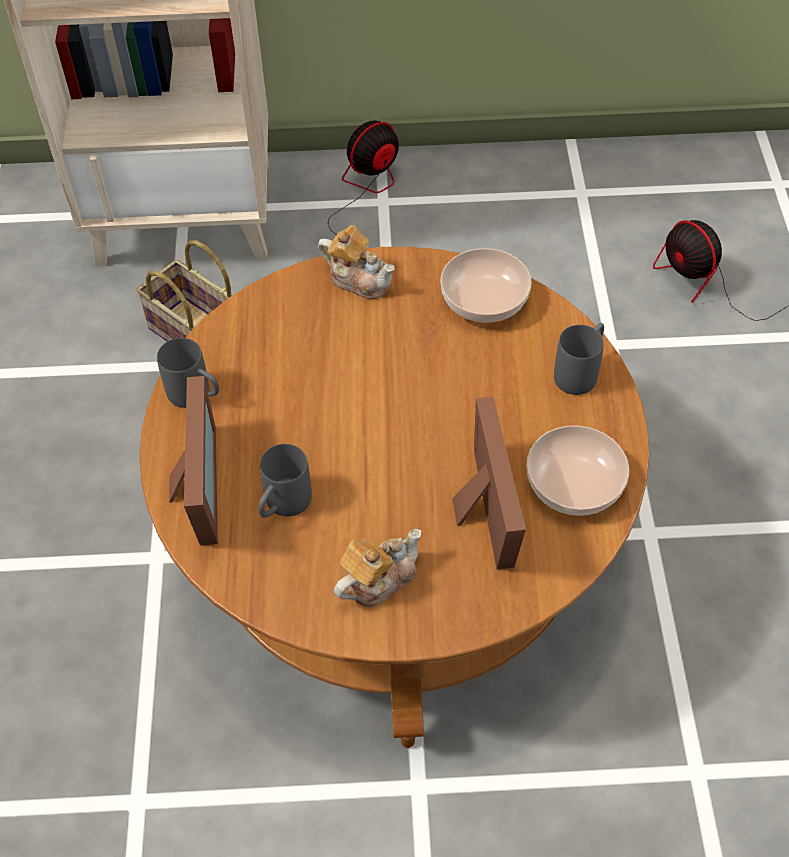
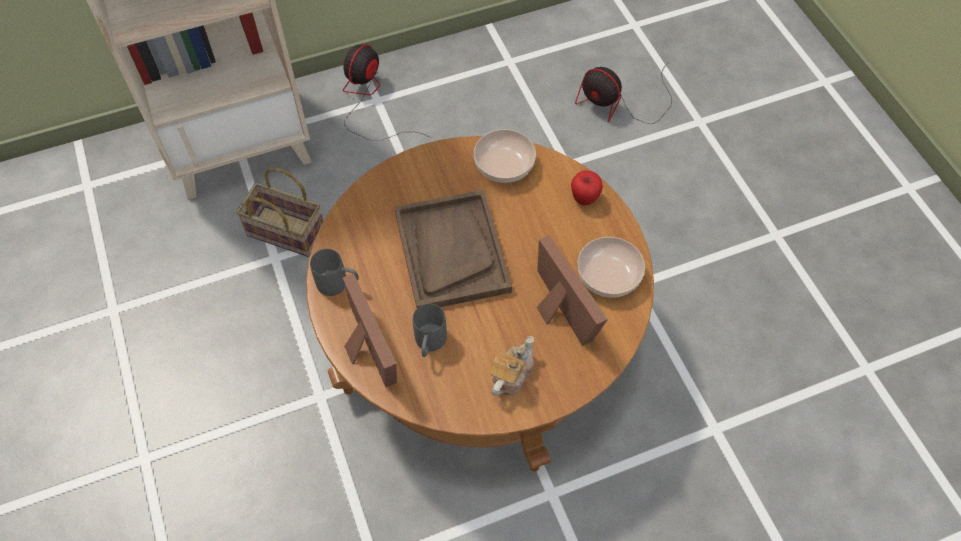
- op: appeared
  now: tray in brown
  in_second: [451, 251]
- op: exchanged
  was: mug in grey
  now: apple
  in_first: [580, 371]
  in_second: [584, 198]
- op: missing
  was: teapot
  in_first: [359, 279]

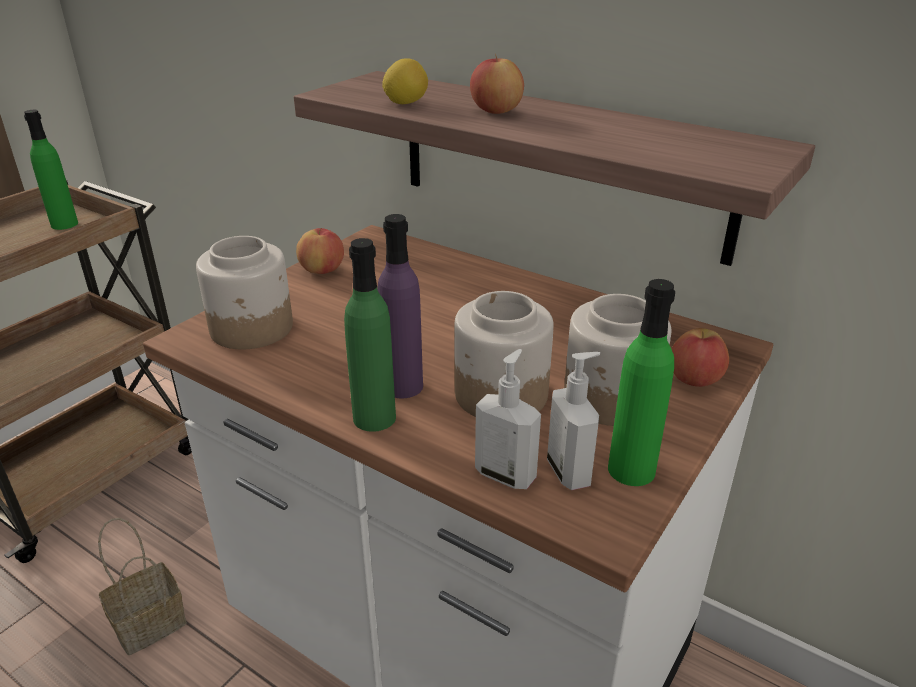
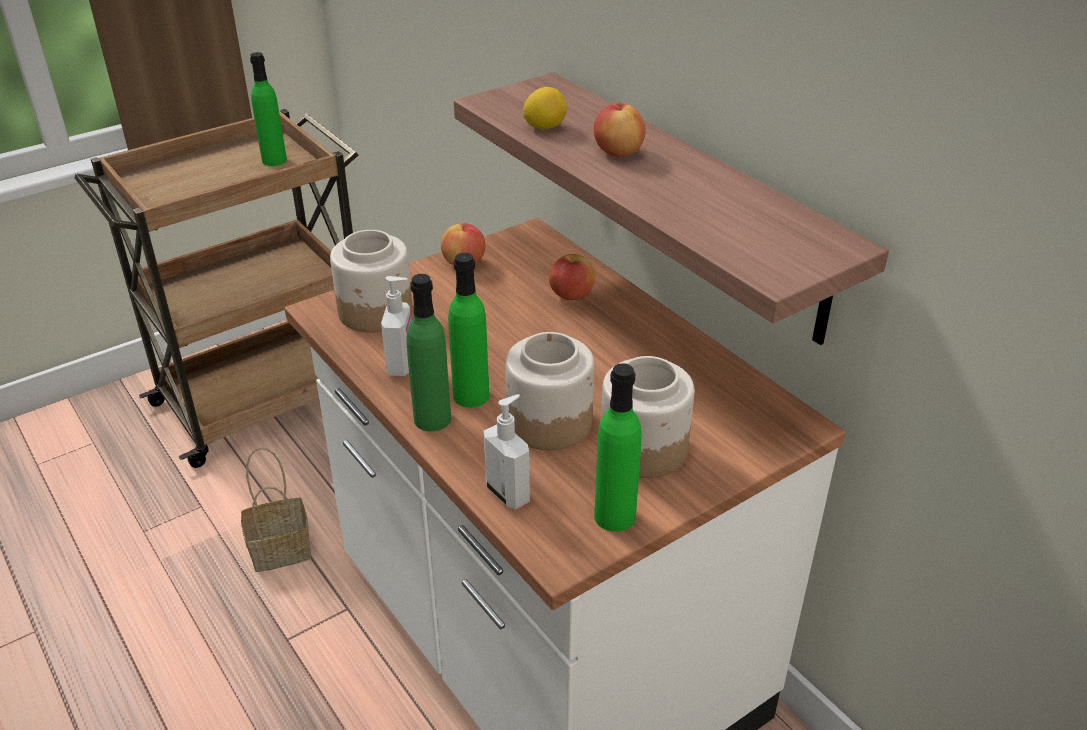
- op: relocated
  was: soap dispenser
  in_first: [570, 472]
  in_second: [402, 365]
- op: colour
  was: bottle in purple
  now: bottle in green
  in_first: [402, 386]
  in_second: [471, 396]
- op: relocated
  was: apple
  in_first: [694, 380]
  in_second: [571, 295]

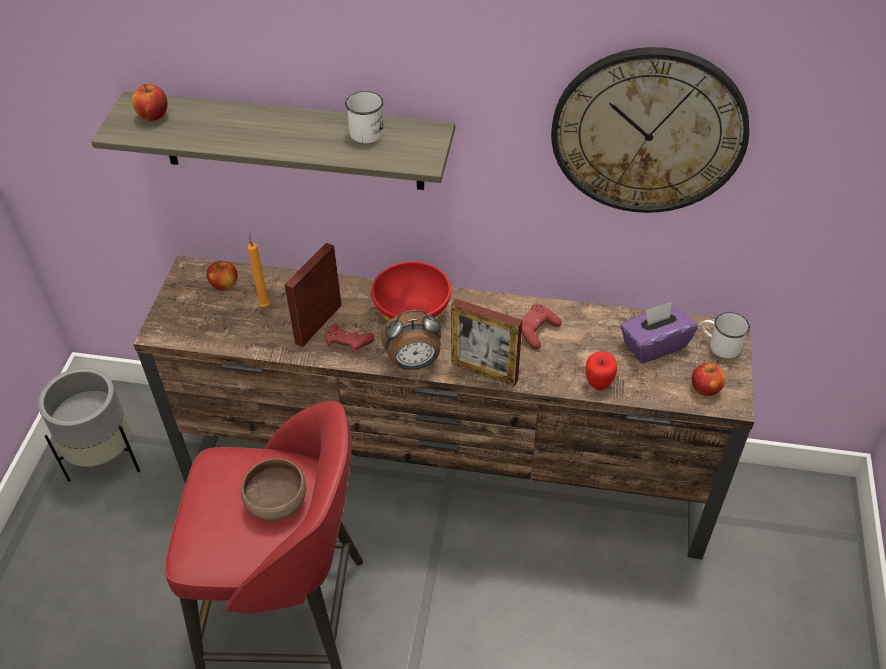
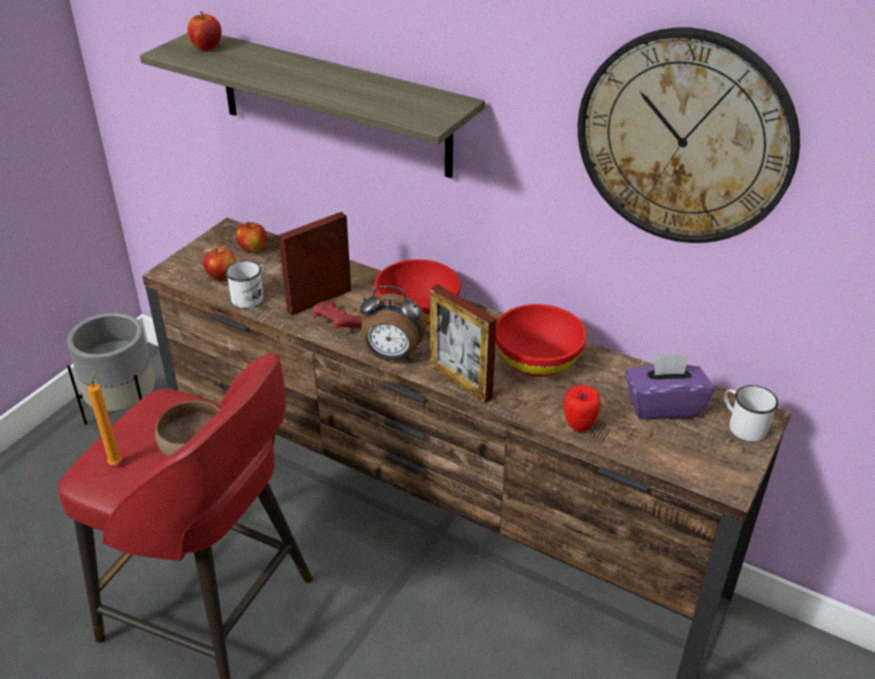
- op: relocated
  was: candle in orange
  in_first: [264, 304]
  in_second: [117, 462]
- op: relocated
  was: apple
  in_first: [705, 389]
  in_second: [222, 276]
- op: relocated
  was: mug in white
  in_first: [368, 129]
  in_second: [251, 296]
- op: exchanged
  was: game controller in red
  now: bowl in red
  in_first: [536, 331]
  in_second: [537, 360]

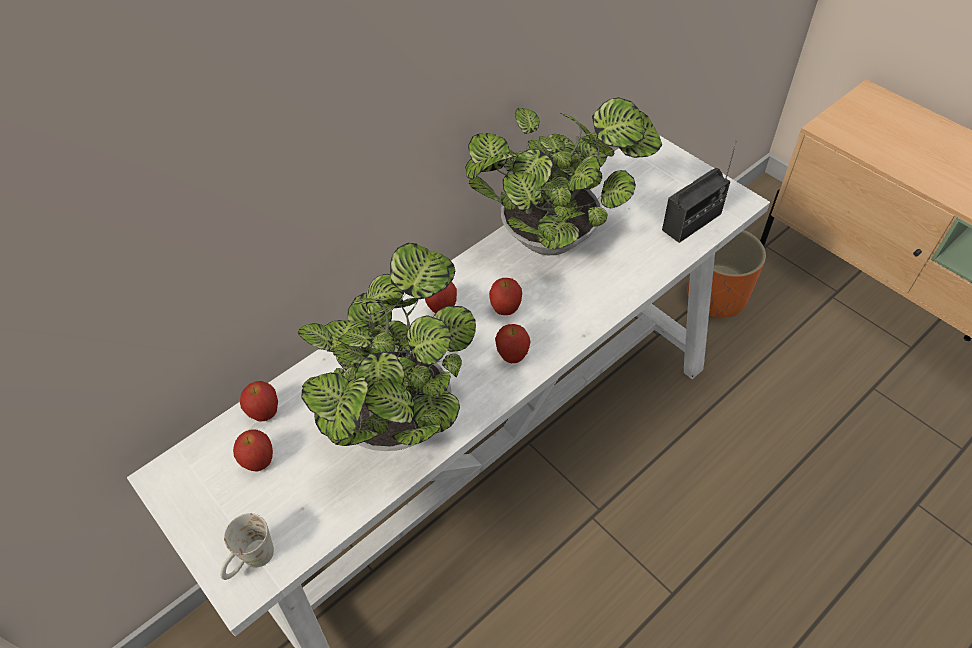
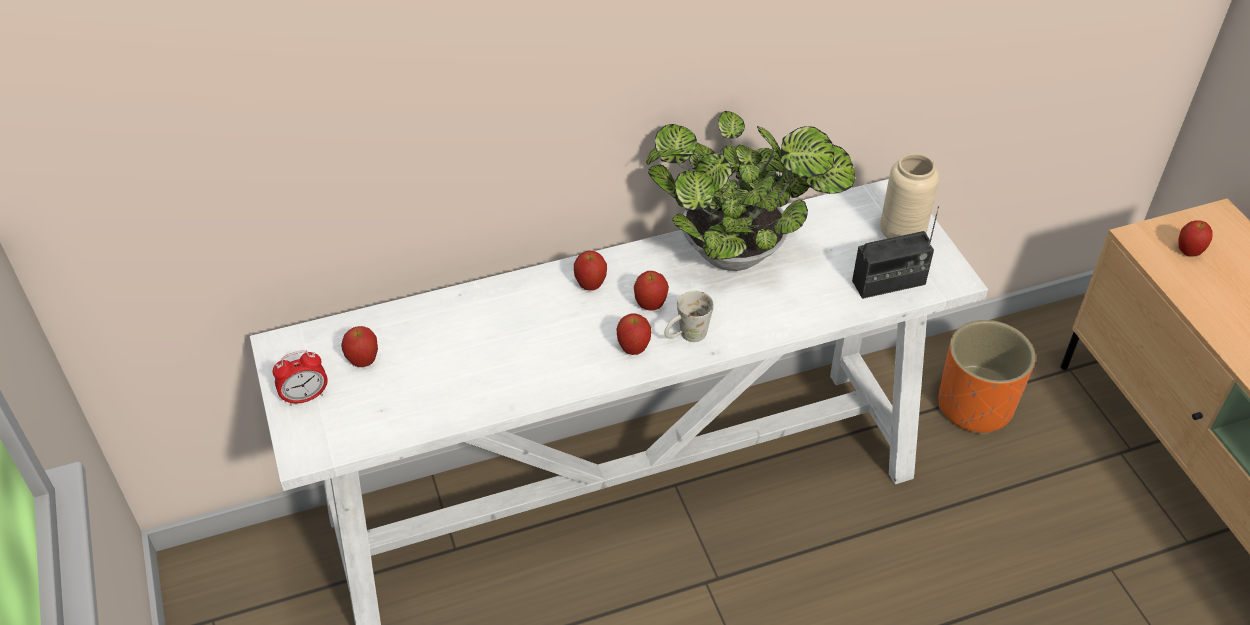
- op: appeared
  now: alarm clock
  in_second: [305, 397]
- op: relocated
  was: mug in white
  in_first: [252, 562]
  in_second: [686, 336]
- op: appeared
  now: vase in beige
  in_second: [901, 234]
- op: relocated
  was: apple
  in_first: [265, 413]
  in_second: [1188, 252]
- op: missing
  was: potted plant
  in_first: [400, 413]

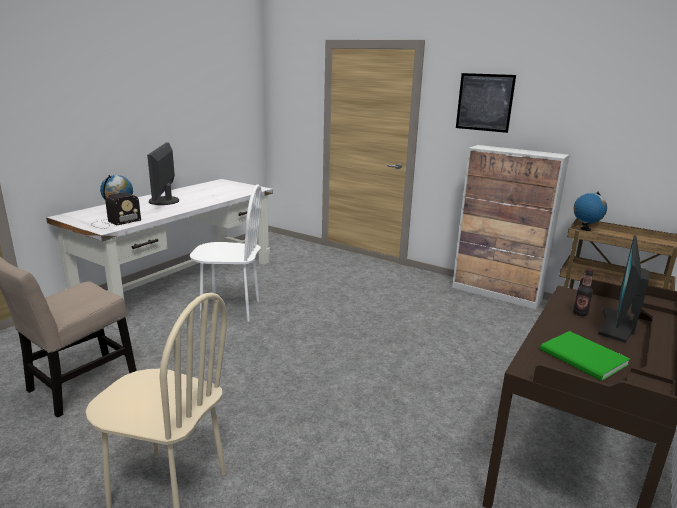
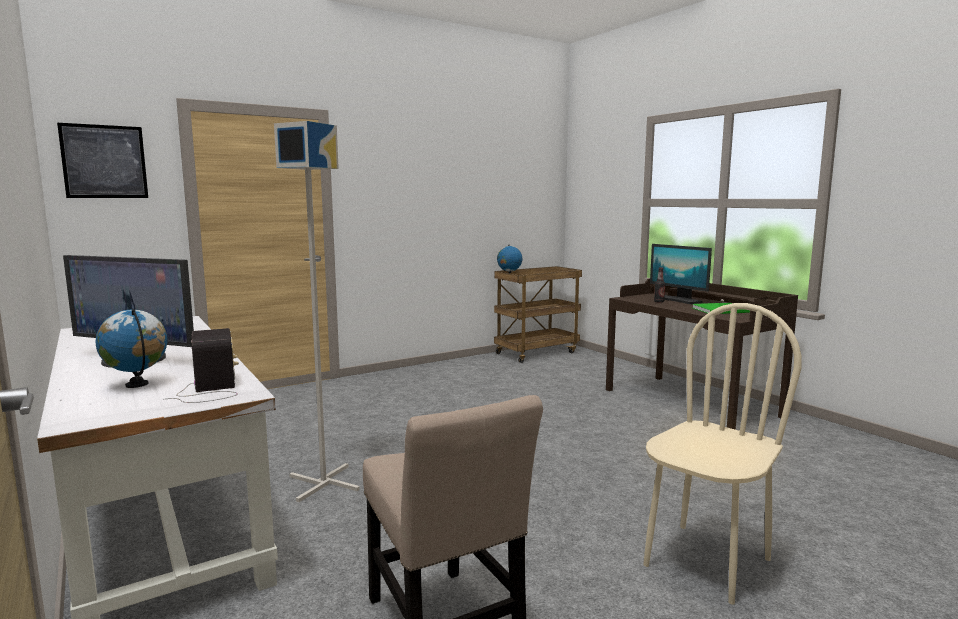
- op: relocated
  was: picture
  in_first: [484, 102]
  in_second: [104, 161]
- op: exchanged
  was: chair in white
  now: floor lamp in grey
  in_first: [230, 309]
  in_second: [324, 482]
- op: missing
  was: cabinet
  in_first: [496, 293]

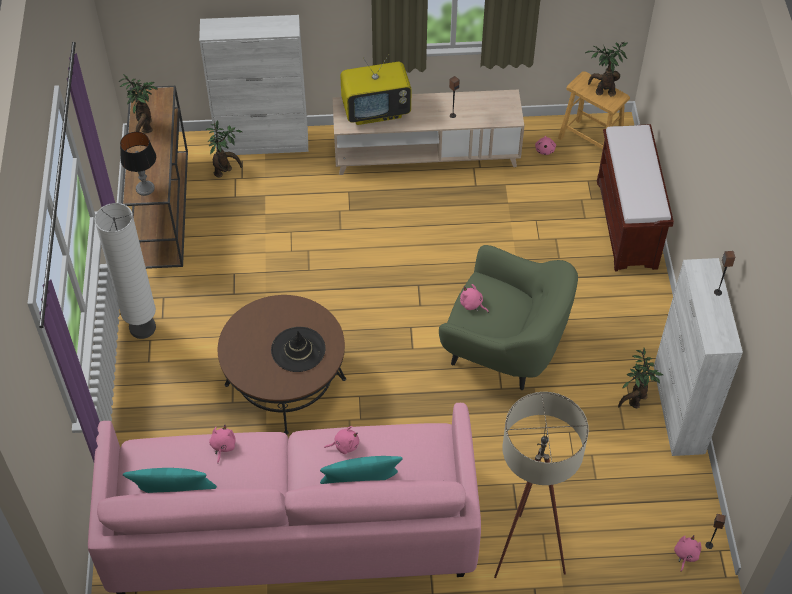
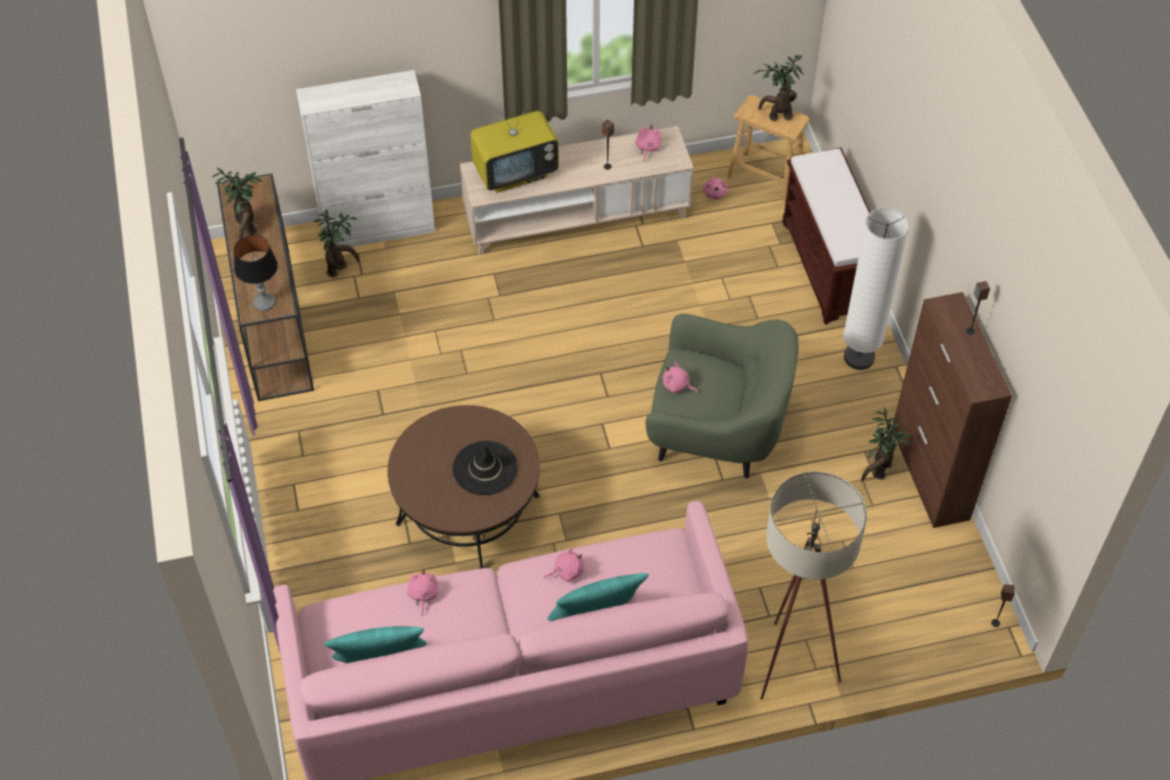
- op: relocated
  was: plush toy in pink
  in_first: [685, 555]
  in_second: [647, 148]
- op: relocated
  was: floor lamp in white
  in_first: [142, 328]
  in_second: [858, 357]
- op: colour
  was: cabinet in white
  now: cabinet in brown
  in_first: [678, 410]
  in_second: [930, 474]

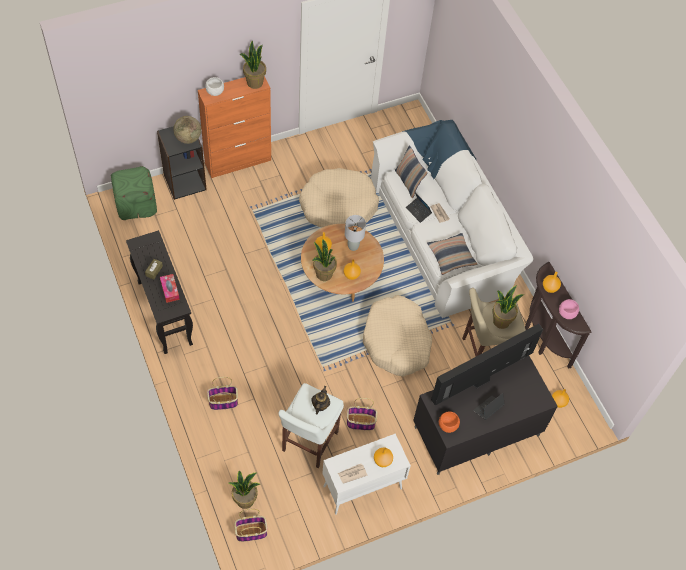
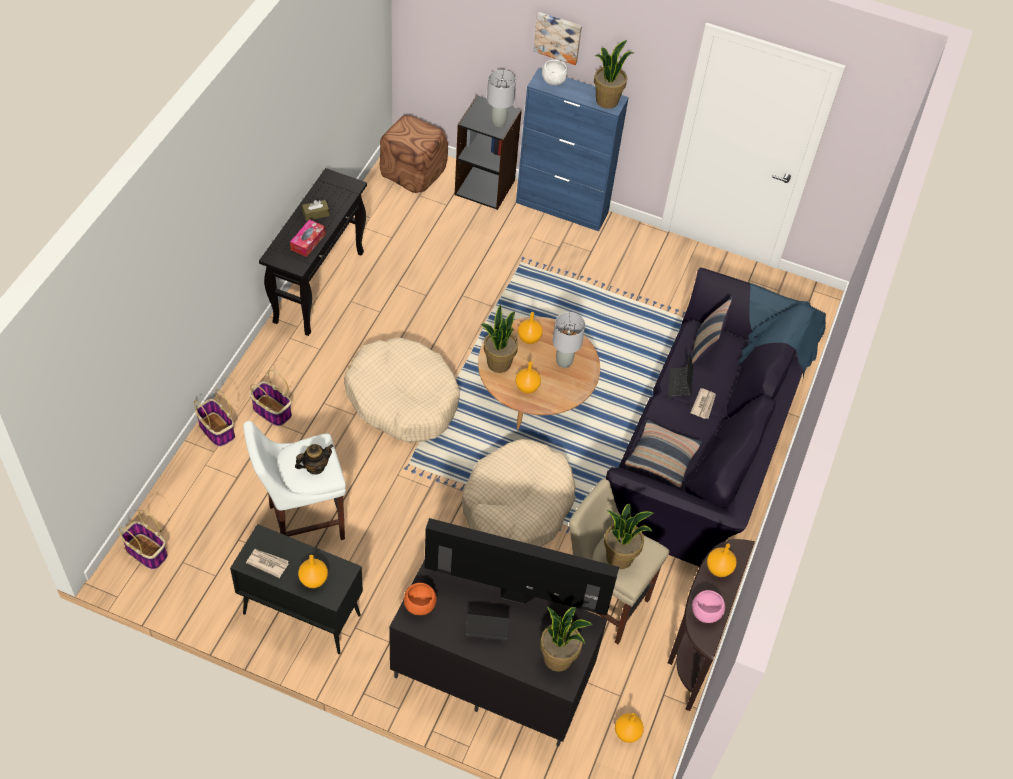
- op: relocated
  was: basket
  in_first: [360, 422]
  in_second: [216, 430]
- op: colour
  was: cabinet in white
  now: cabinet in black
  in_first: [361, 488]
  in_second: [300, 614]
- op: relocated
  was: dog bed in beige
  in_first: [338, 205]
  in_second: [403, 399]
- op: colour
  was: ottoman in green
  now: ottoman in brown
  in_first: [136, 204]
  in_second: [413, 172]
- op: exchanged
  was: globe
  now: table lamp in grey
  in_first: [188, 138]
  in_second: [499, 122]
- op: colour
  was: cabinet in orange
  now: cabinet in blue
  in_first: [238, 161]
  in_second: [562, 208]
- op: appeared
  now: picture
  in_second: [558, 37]
- op: relocated
  was: potted plant
  in_first: [245, 500]
  in_second: [558, 658]
- op: colour
  was: sofa in white
  now: sofa in black
  in_first: [443, 234]
  in_second: [705, 445]

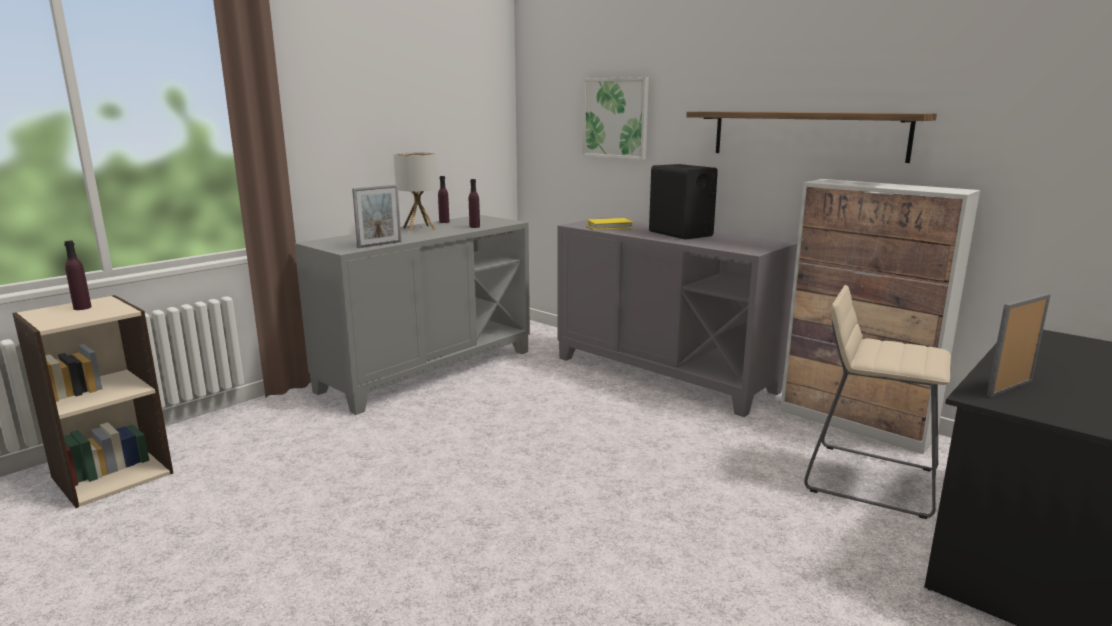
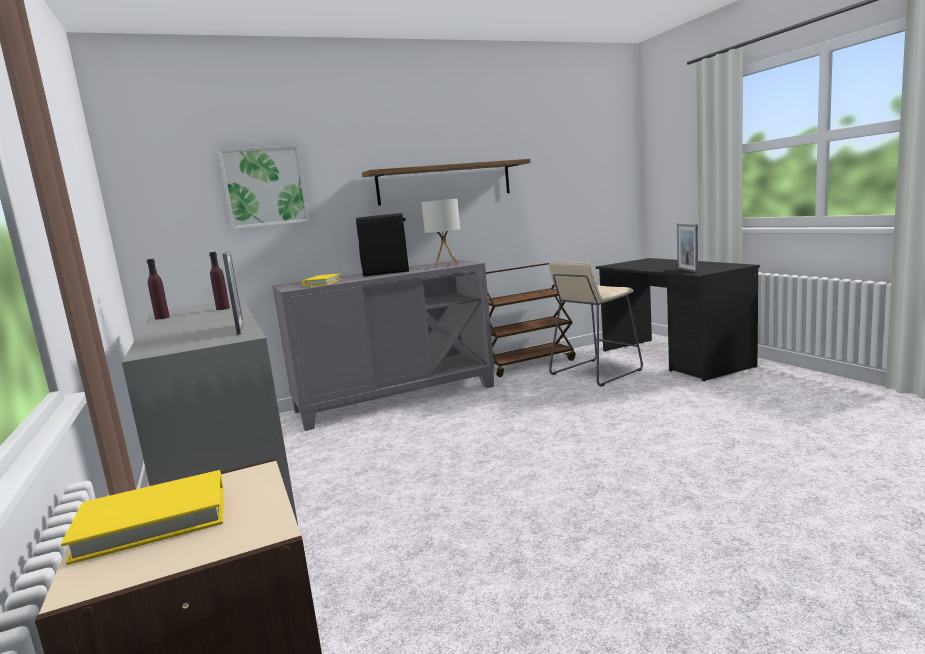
- op: exchanged
  was: bottle in purple
  now: book in yellow
  in_first: [82, 308]
  in_second: [153, 521]
- op: relocated
  was: table lamp
  in_first: [419, 228]
  in_second: [446, 265]
- op: exchanged
  was: cabinet
  now: cart in brown
  in_first: [856, 424]
  in_second: [529, 364]

